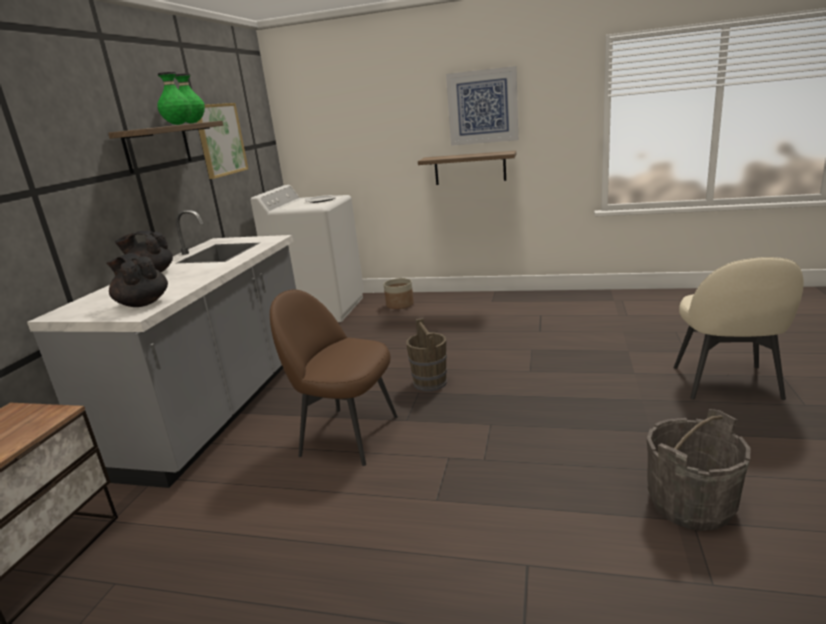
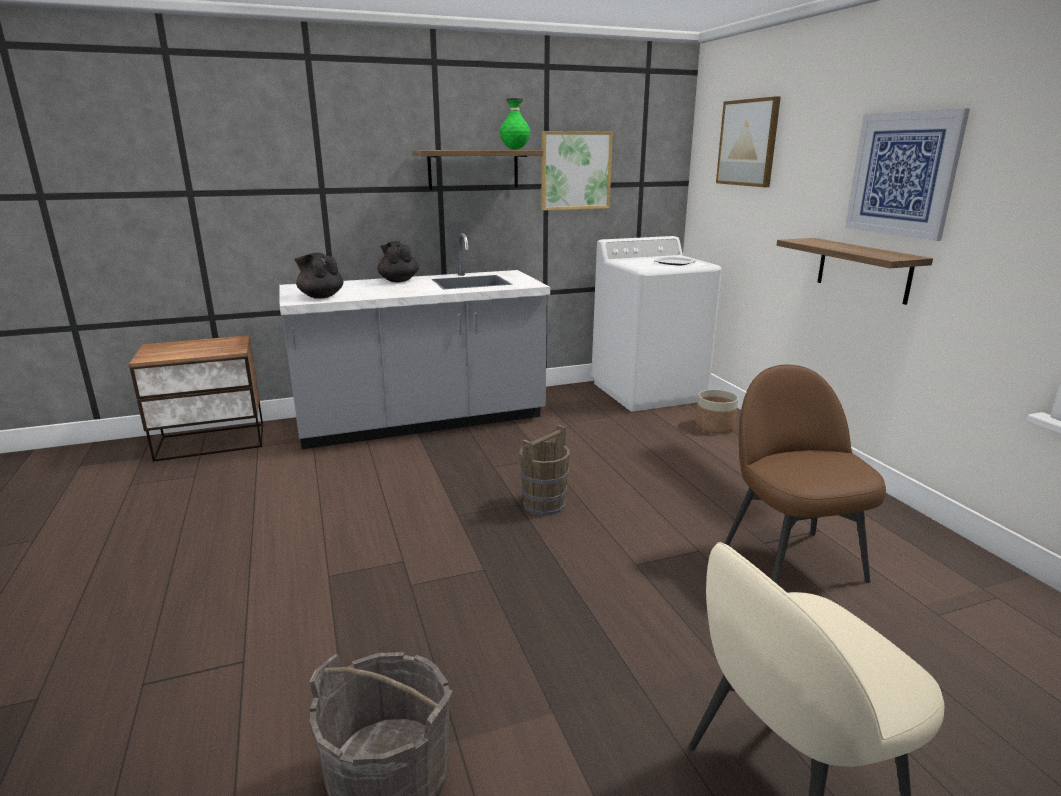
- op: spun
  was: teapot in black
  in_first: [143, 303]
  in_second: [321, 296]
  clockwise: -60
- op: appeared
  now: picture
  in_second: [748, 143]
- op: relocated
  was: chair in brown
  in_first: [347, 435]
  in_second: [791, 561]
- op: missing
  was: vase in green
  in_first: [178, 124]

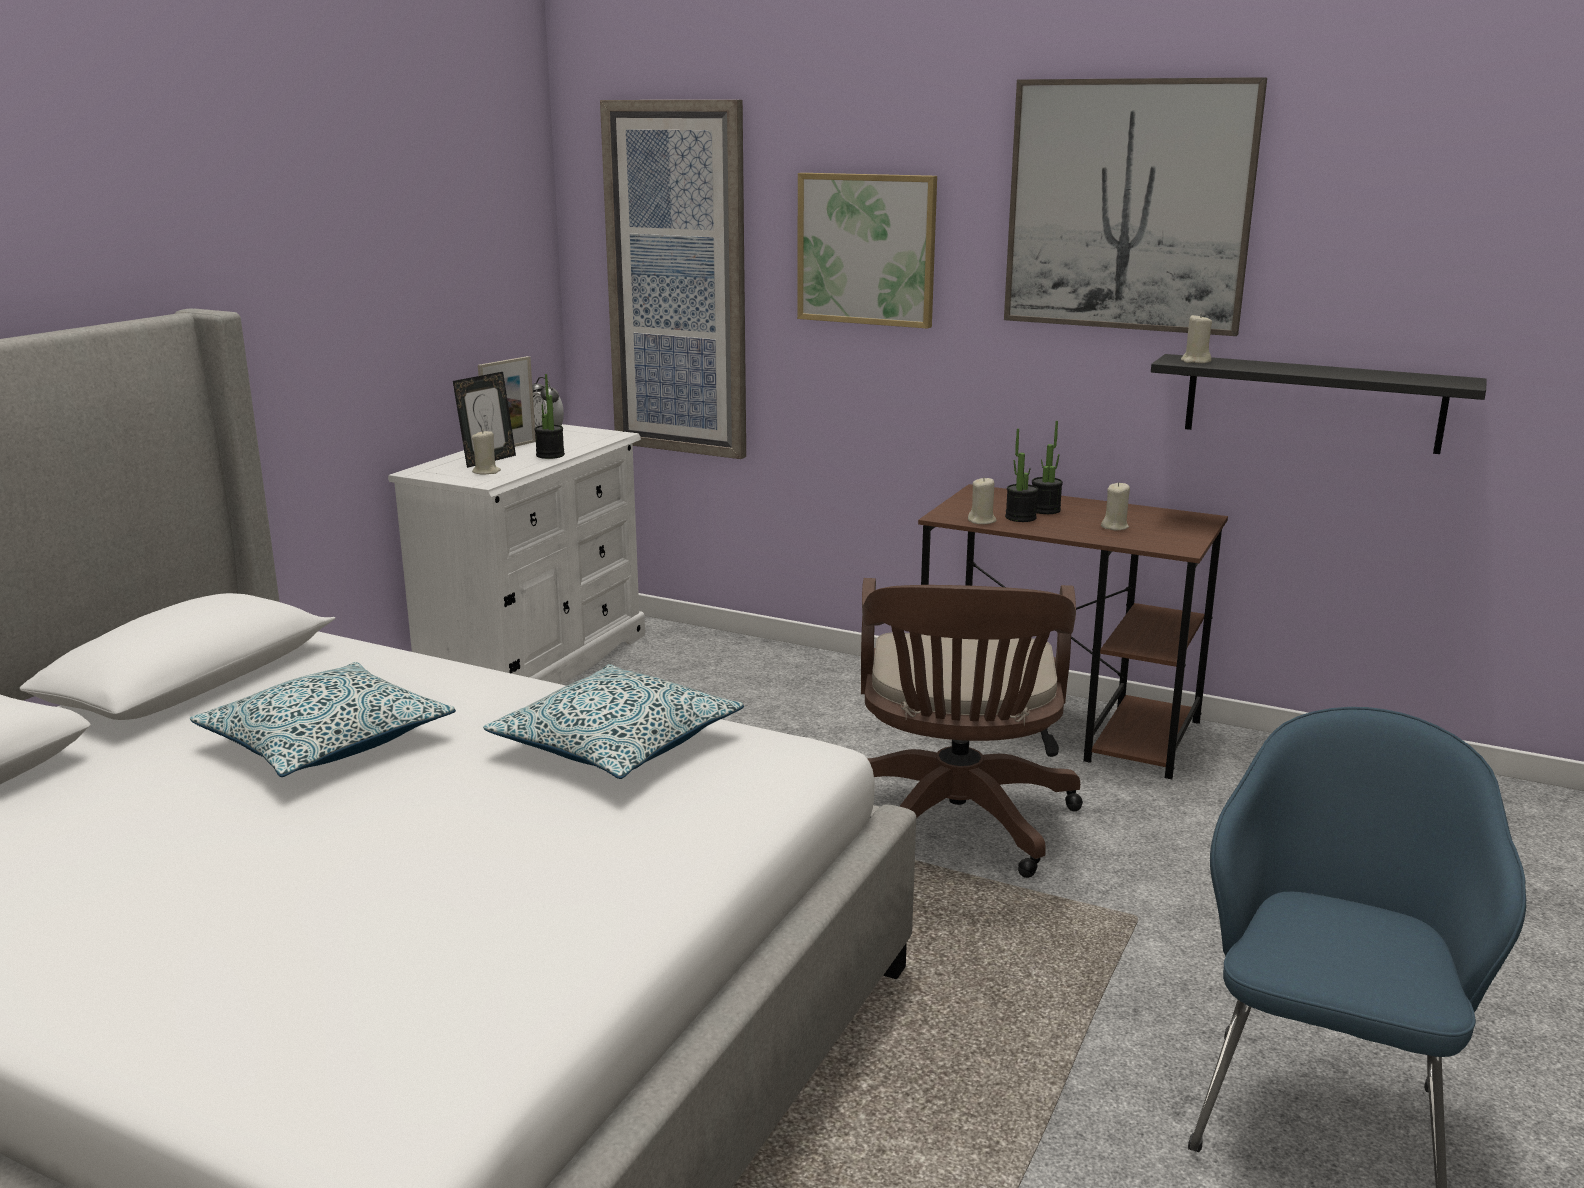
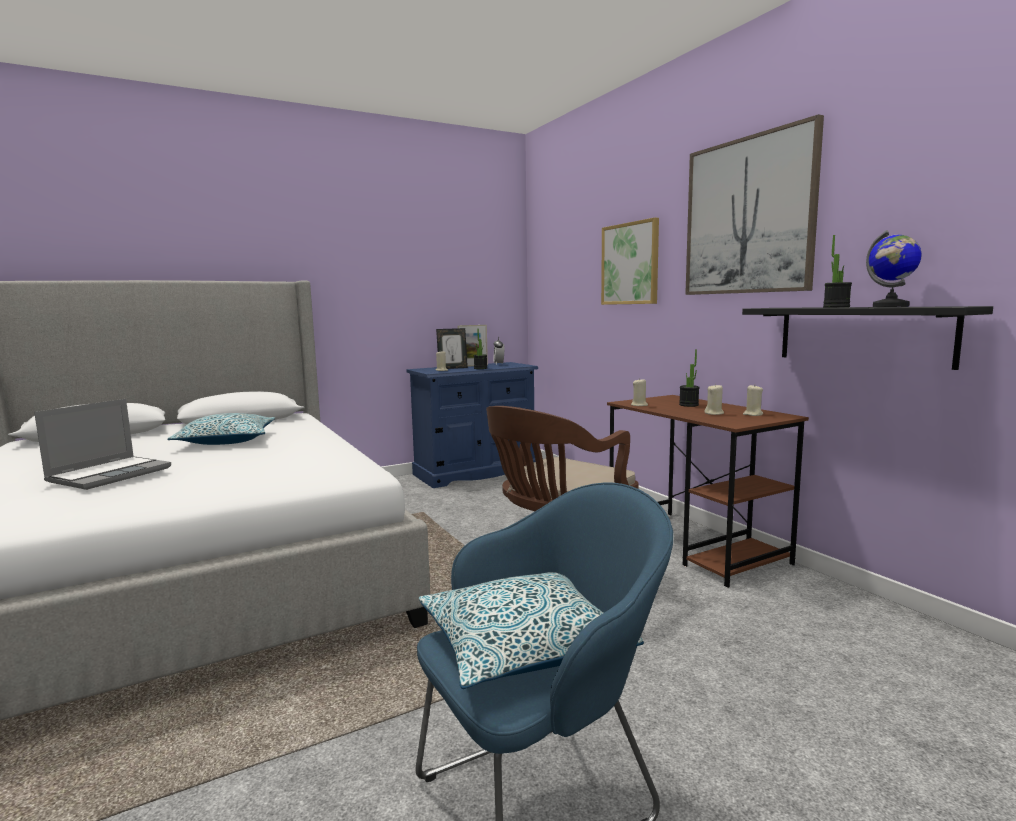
- op: appeared
  now: laptop
  in_second: [110, 474]
- op: colour
  was: dresser in white
  now: dresser in blue
  in_first: [536, 664]
  in_second: [475, 472]
- op: relocated
  was: pillow
  in_first: [616, 744]
  in_second: [522, 644]
- op: relocated
  was: candle in beige
  in_first: [1195, 361]
  in_second: [752, 414]
- op: relocated
  was: potted plant
  in_first: [1020, 517]
  in_second: [836, 307]
- op: appeared
  now: globe
  in_second: [890, 306]
- op: missing
  was: picture
  in_first: [677, 281]

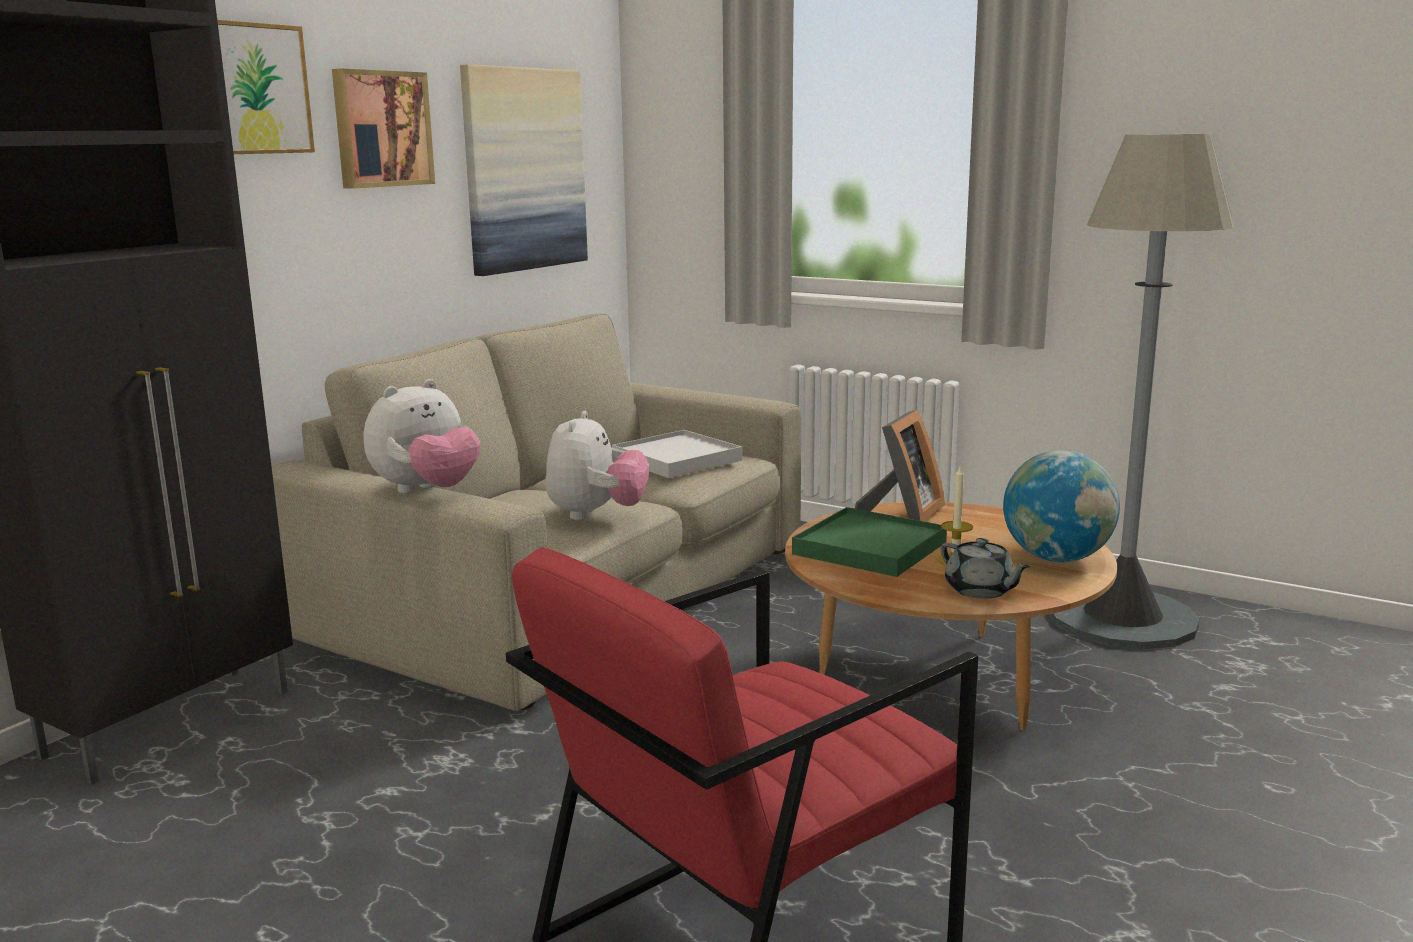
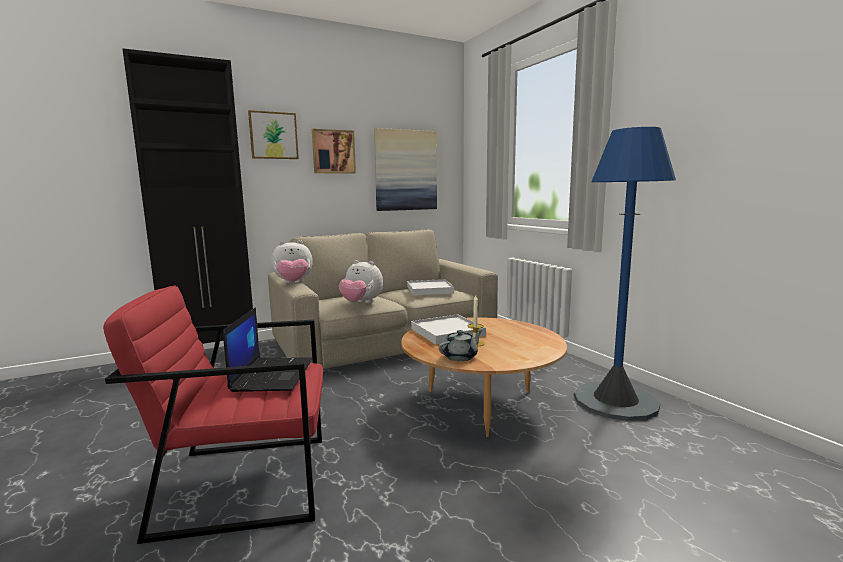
- op: appeared
  now: laptop
  in_second: [272, 374]
- op: spun
  was: plush toy
  in_first: [596, 515]
  in_second: [361, 303]
  clockwise: 75
- op: colour
  was: tray in green
  now: tray in white
  in_first: [869, 548]
  in_second: [447, 332]
- op: spun
  was: teapot in grey
  in_first: [980, 591]
  in_second: [460, 357]
  clockwise: -120
- op: colour
  was: floor lamp in grey
  now: floor lamp in blue
  in_first: [1121, 619]
  in_second: [615, 401]
- op: missing
  was: picture frame
  in_first: [902, 514]
- op: missing
  was: globe
  in_first: [1056, 558]

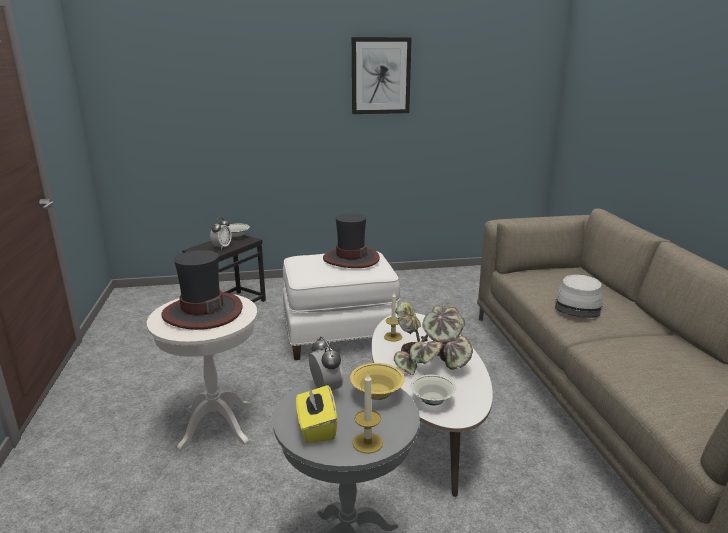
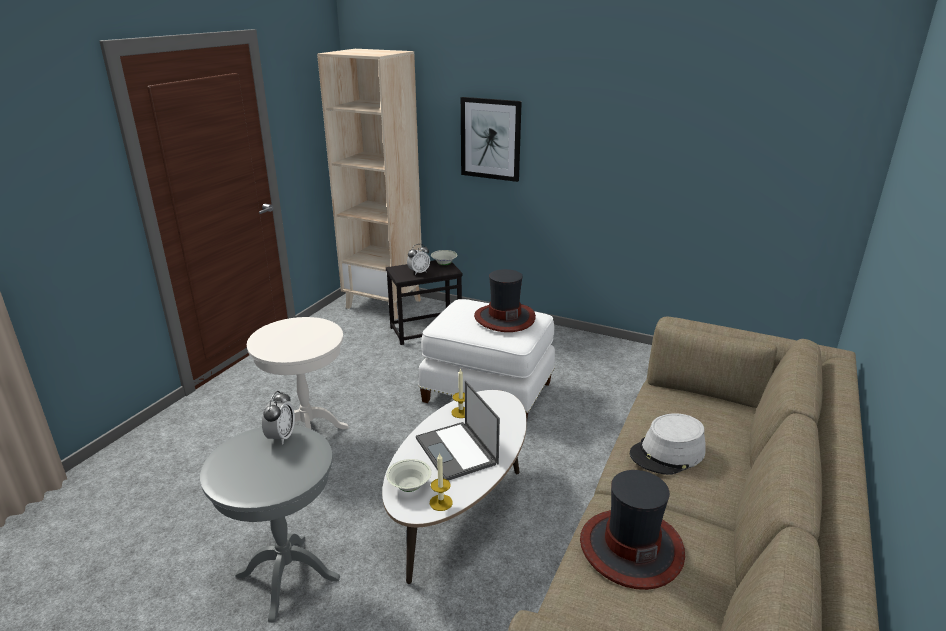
- op: appeared
  now: bookcase in beige
  in_second: [384, 304]
- op: exchanged
  was: potted plant
  now: laptop
  in_first: [430, 363]
  in_second: [457, 451]
- op: relocated
  was: candle
  in_first: [367, 443]
  in_second: [441, 502]
- op: relocated
  was: picture
  in_first: [380, 76]
  in_second: [490, 139]
- op: relocated
  was: hat
  in_first: [202, 312]
  in_second: [630, 547]
- op: missing
  was: tissue box in yellow
  in_first: [316, 428]
- op: missing
  was: bowl in yellow
  in_first: [377, 395]

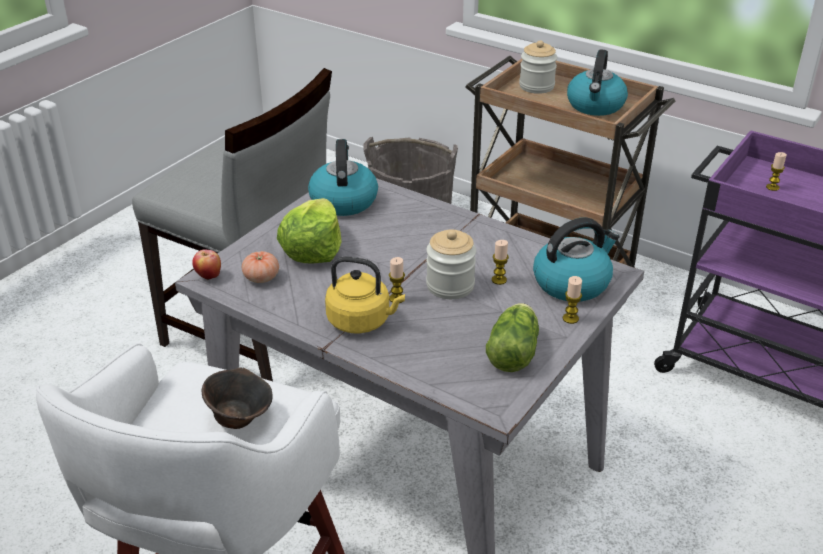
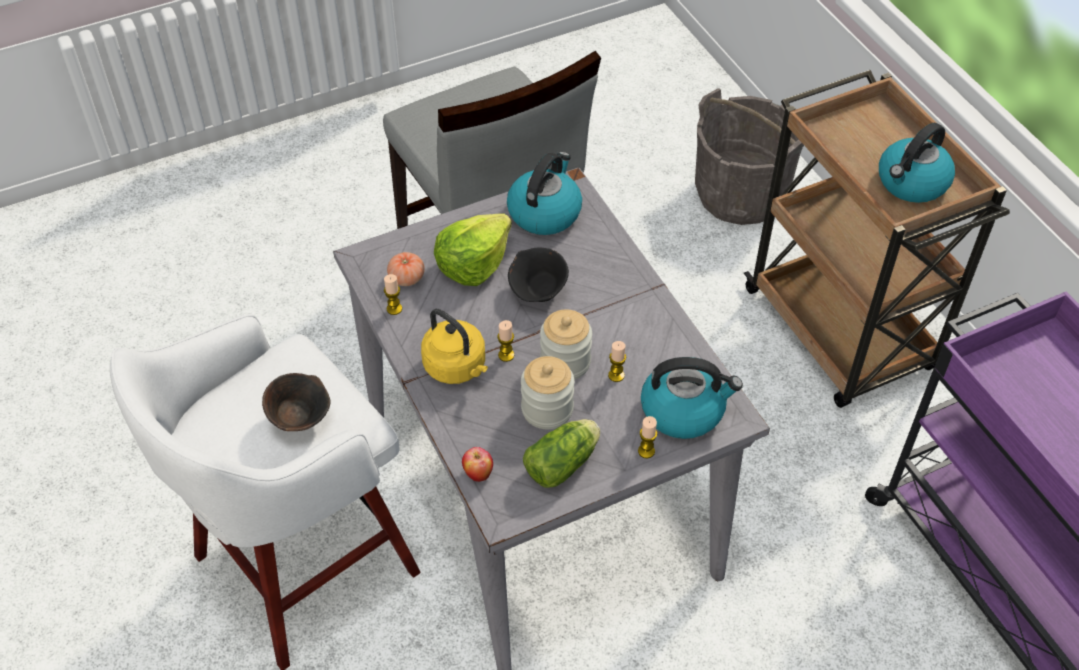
- op: relocated
  was: candle
  in_first: [772, 187]
  in_second: [394, 309]
- op: relocated
  was: apple
  in_first: [208, 276]
  in_second: [478, 474]
- op: appeared
  now: bowl in black
  in_second: [539, 293]
- op: relocated
  was: jar
  in_first: [536, 86]
  in_second: [547, 409]

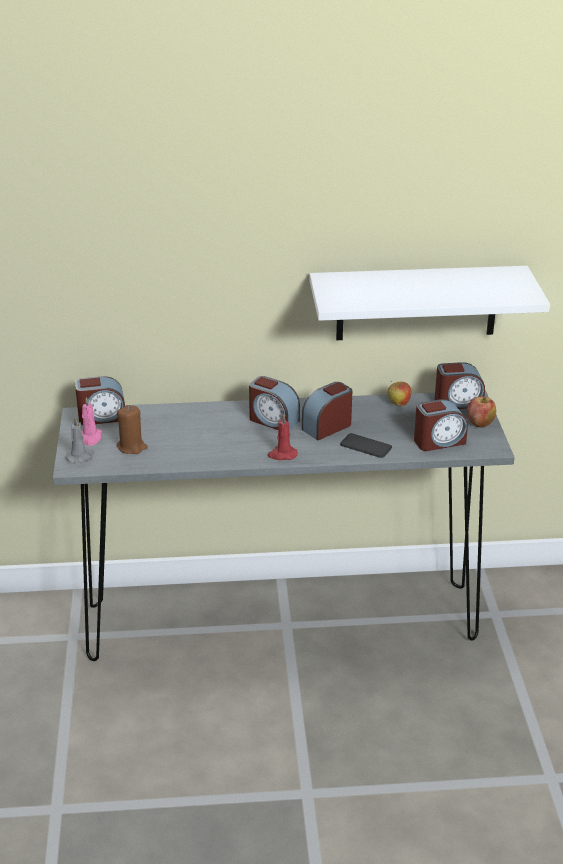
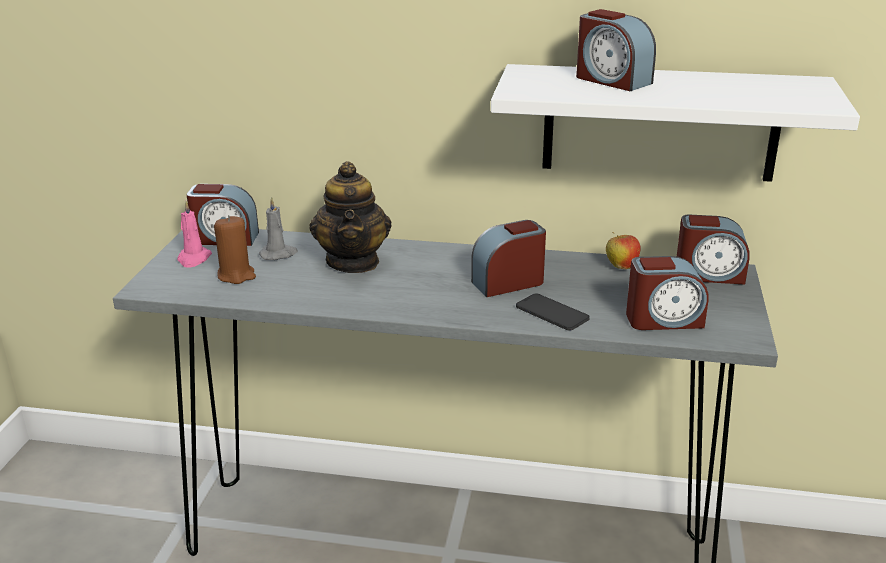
- op: relocated
  was: candle in grey
  in_first: [80, 457]
  in_second: [279, 254]
- op: appeared
  now: teapot
  in_second: [353, 262]
- op: relocated
  was: alarm clock
  in_first: [273, 420]
  in_second: [611, 80]
- op: missing
  was: candle in red
  in_first: [282, 455]
- op: missing
  was: apple
  in_first: [480, 424]

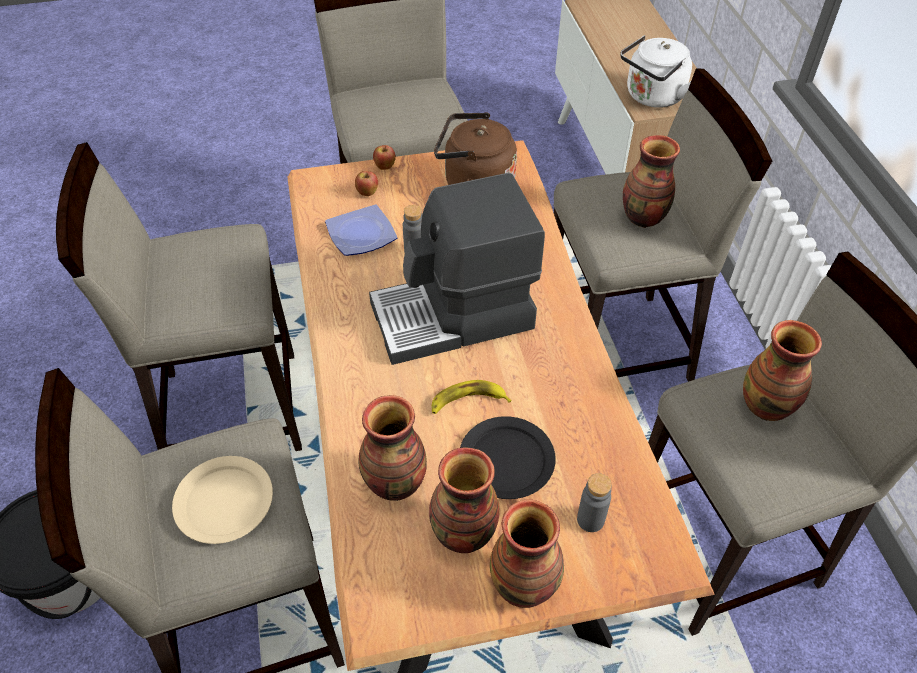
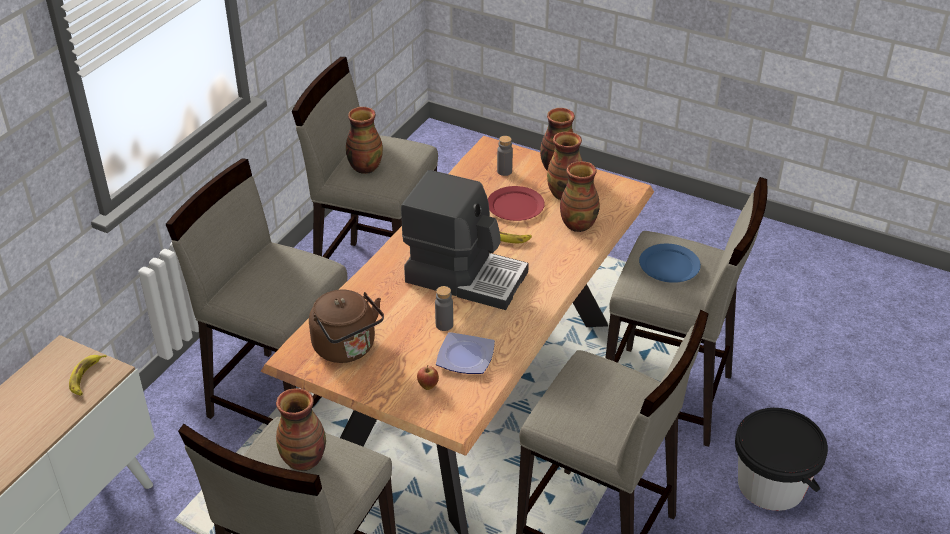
- op: exchanged
  was: kettle in white
  now: banana
  in_first: [652, 97]
  in_second: [86, 377]
- op: relocated
  was: vase
  in_first: [643, 218]
  in_second: [304, 459]
- op: colour
  was: plate in black
  now: plate in red
  in_first: [506, 459]
  in_second: [515, 206]
- op: colour
  was: plate in beige
  now: plate in blue
  in_first: [224, 502]
  in_second: [669, 265]
- op: missing
  was: apple
  in_first: [385, 167]

